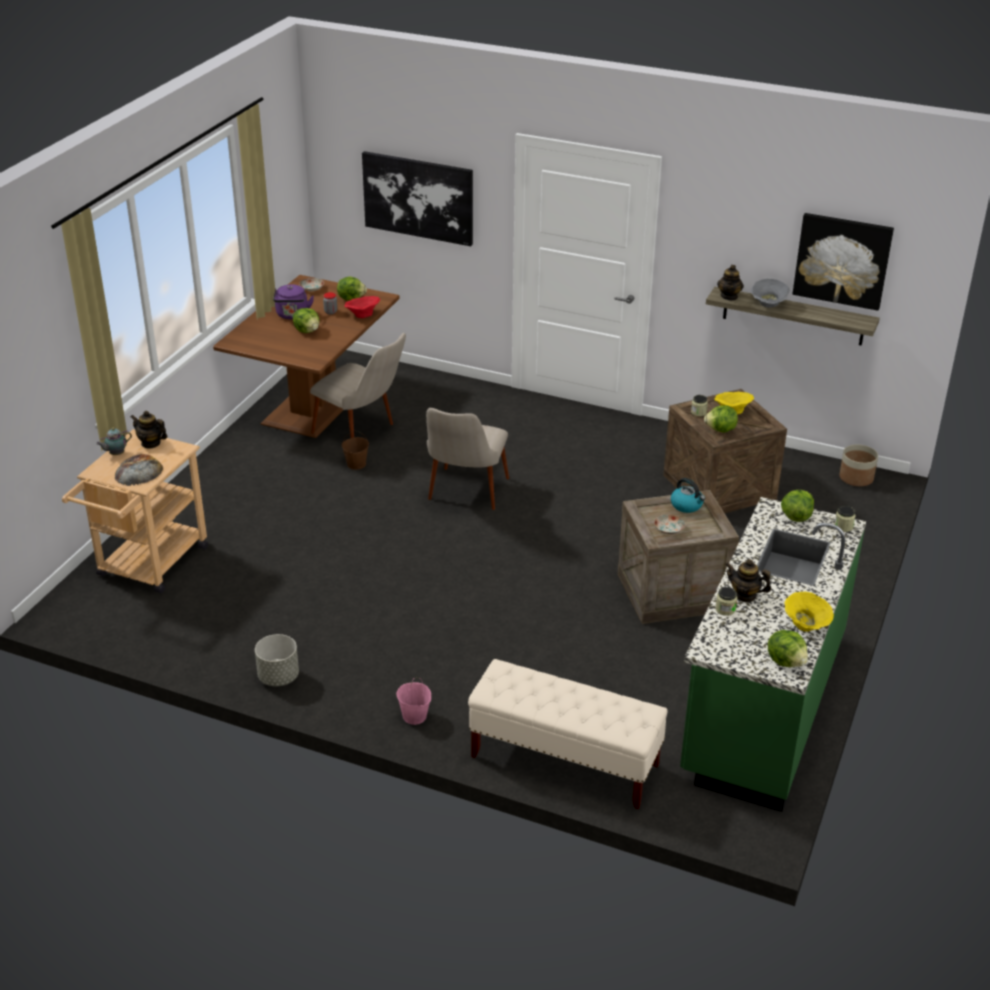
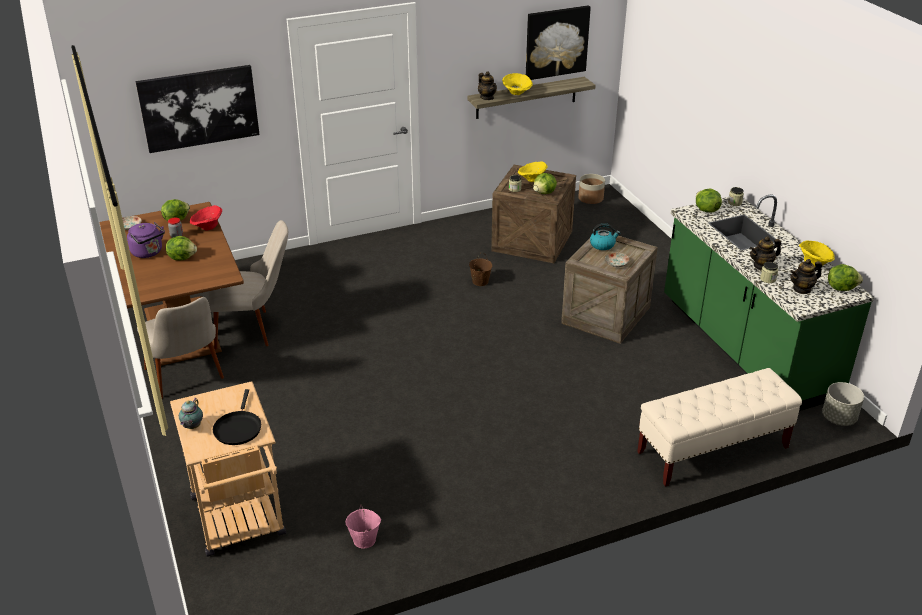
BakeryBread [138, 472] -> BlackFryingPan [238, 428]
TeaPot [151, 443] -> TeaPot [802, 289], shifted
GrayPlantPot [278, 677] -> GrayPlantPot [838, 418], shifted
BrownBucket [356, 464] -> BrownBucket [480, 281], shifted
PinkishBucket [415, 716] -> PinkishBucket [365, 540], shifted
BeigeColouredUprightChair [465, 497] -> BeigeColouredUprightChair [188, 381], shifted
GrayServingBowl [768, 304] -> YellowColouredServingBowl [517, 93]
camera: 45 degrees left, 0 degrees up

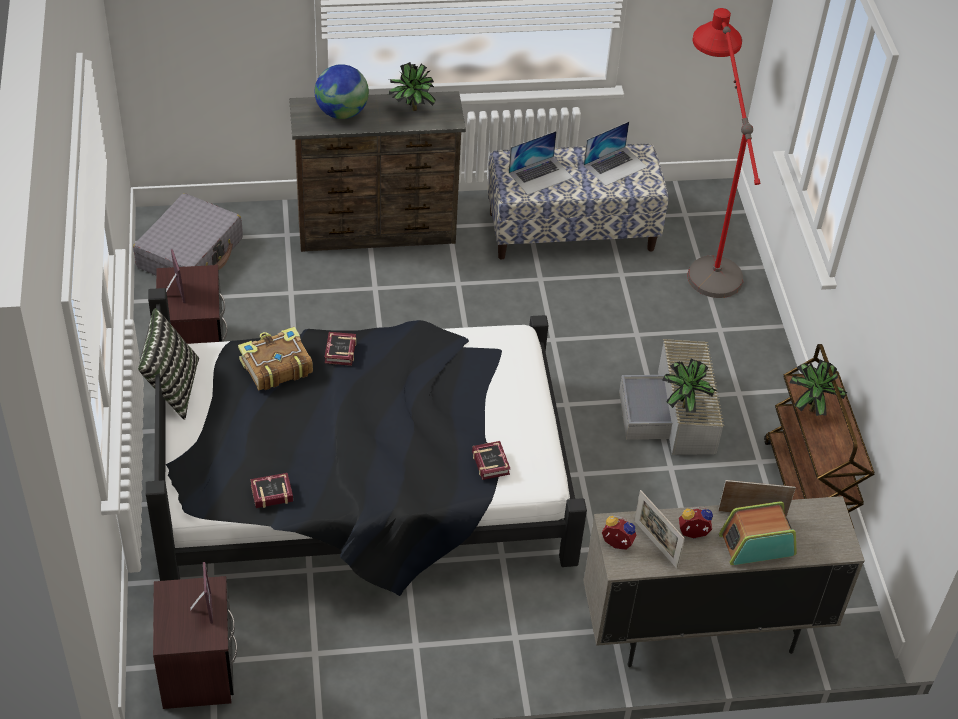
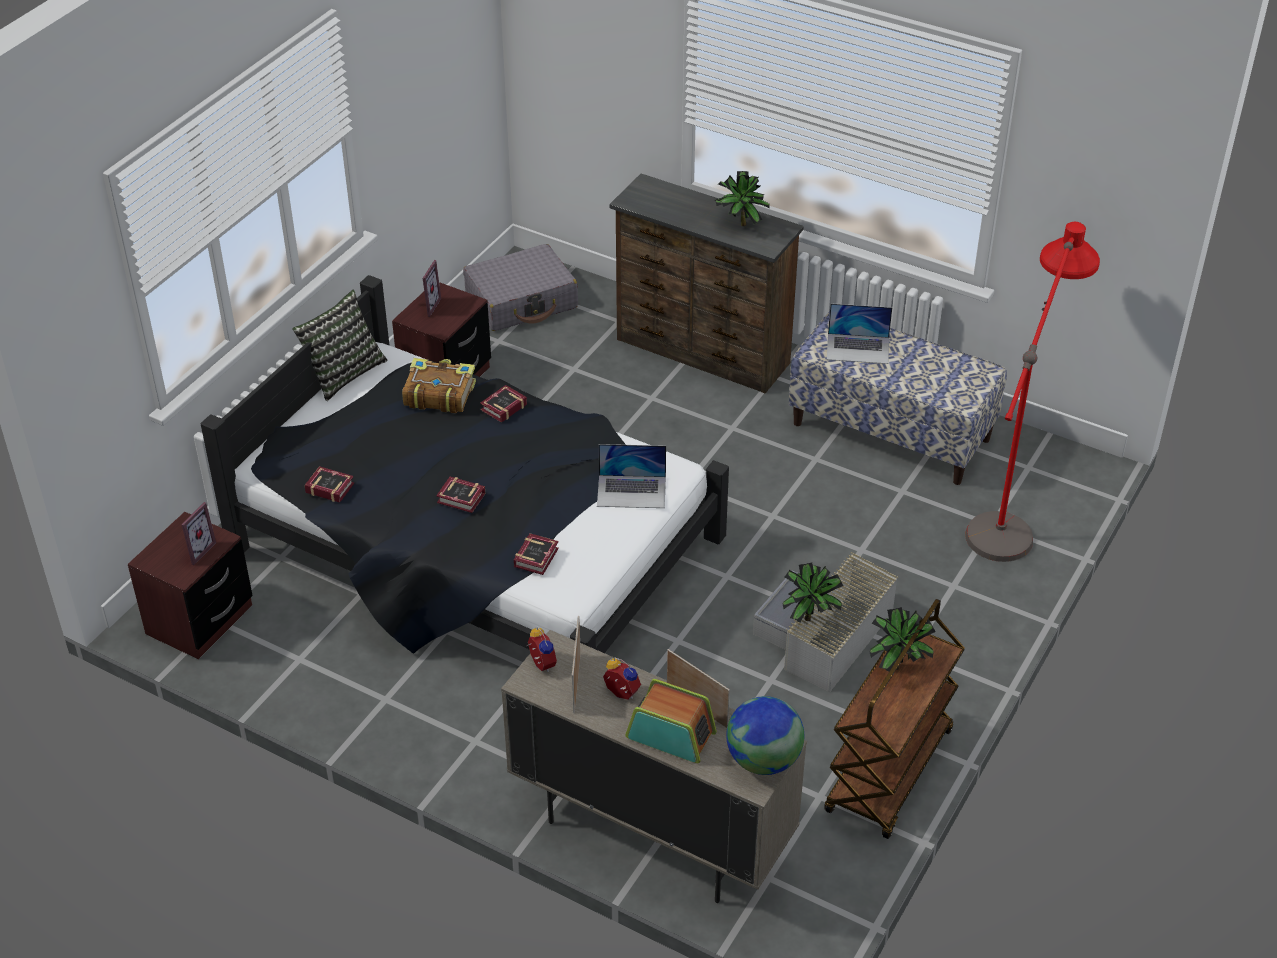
DeskGlobe [342, 112] -> DeskGlobe [763, 760], shifted
PortableComputer [615, 166] -> PortableComputer [631, 491], shifted
none -> Book [462, 499]
camera: 40 degrees right, 5 degrees down

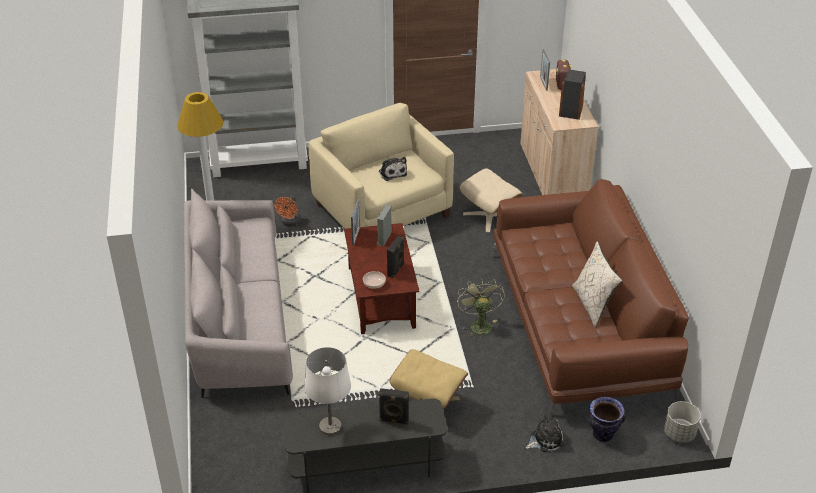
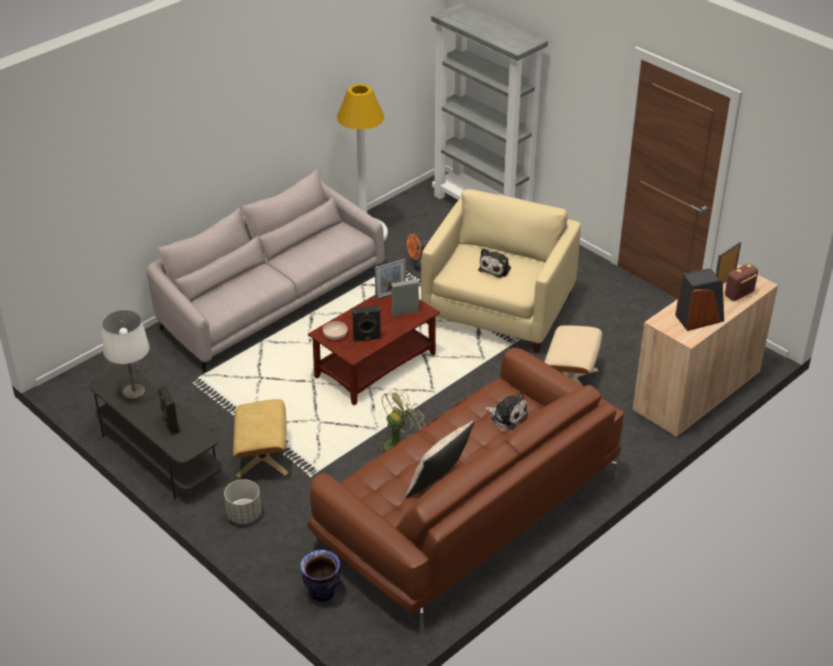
PlushToy [545, 439] -> PlushToy [507, 415], shifted
GrayPlantPot [679, 433] -> GrayPlantPot [244, 515], shifted
camera: 55 degrees right, 0 degrees up

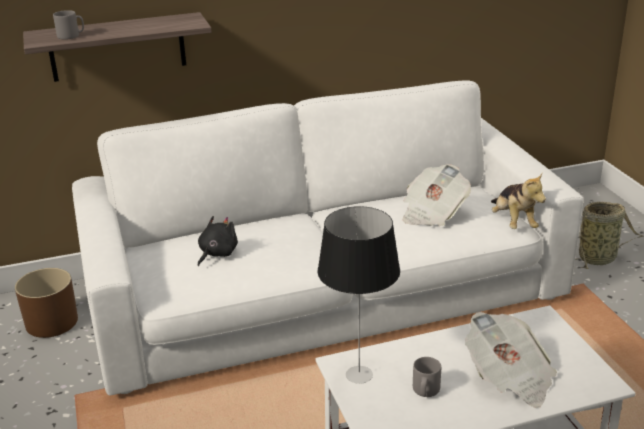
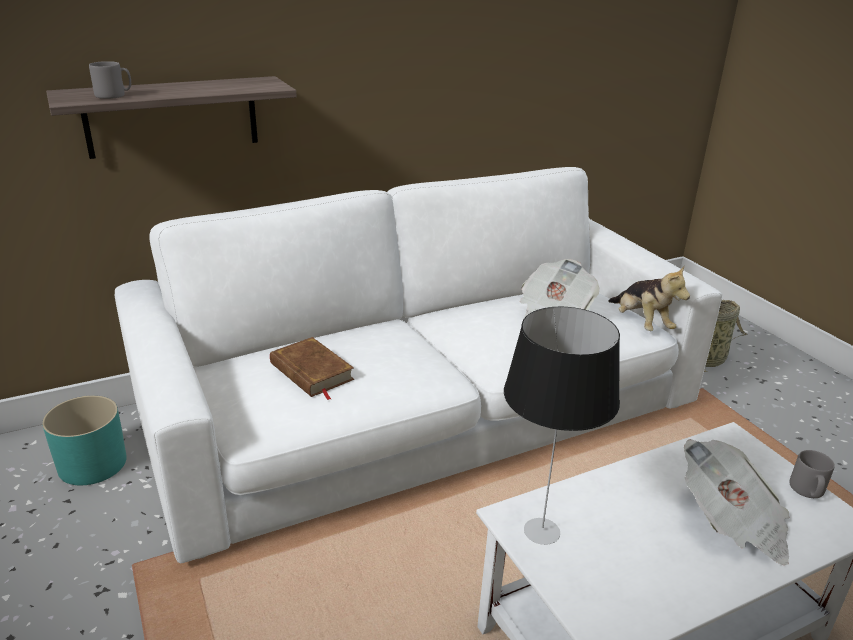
BrownPlantPot [52, 322] -> BlueGreenPlantPot [93, 464]
BlackPlushToy [217, 254] -> BrownBook [311, 372]
GrayMug [425, 391] -> GrayMug [807, 491], shifted
camera: 10 degrees left, 0 degrees up

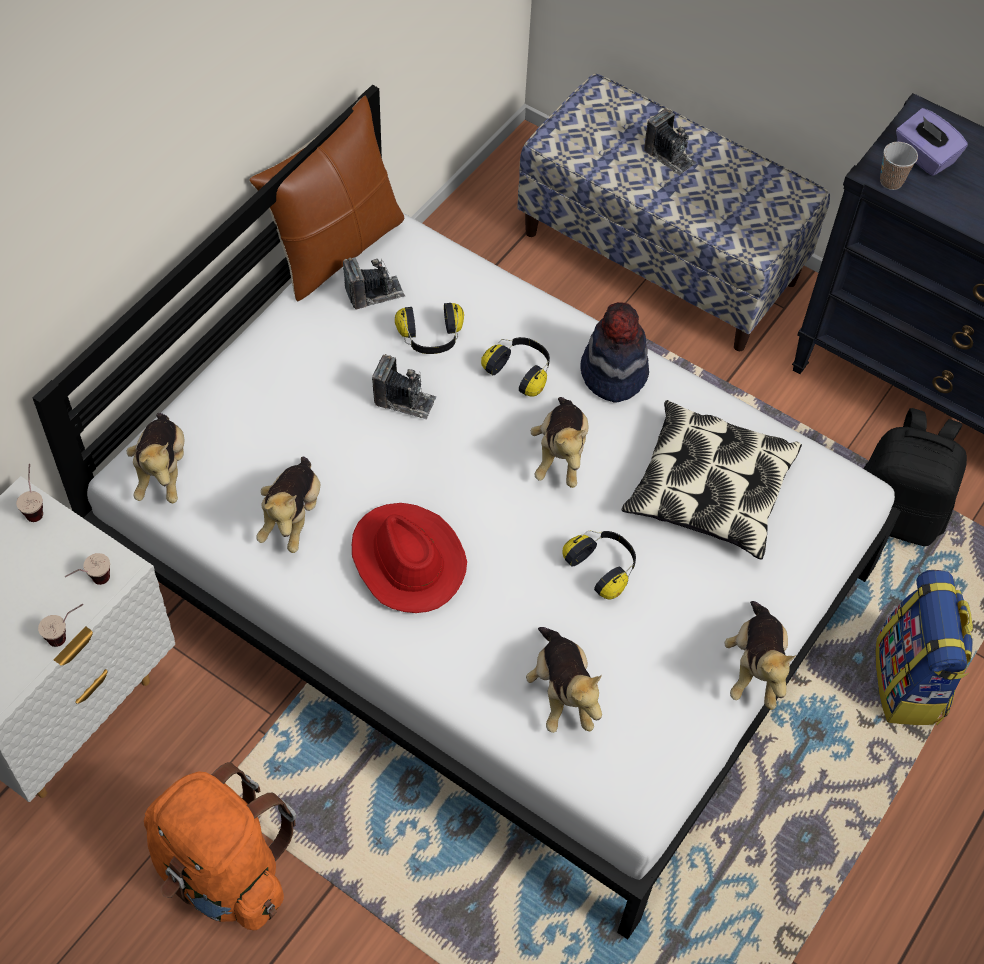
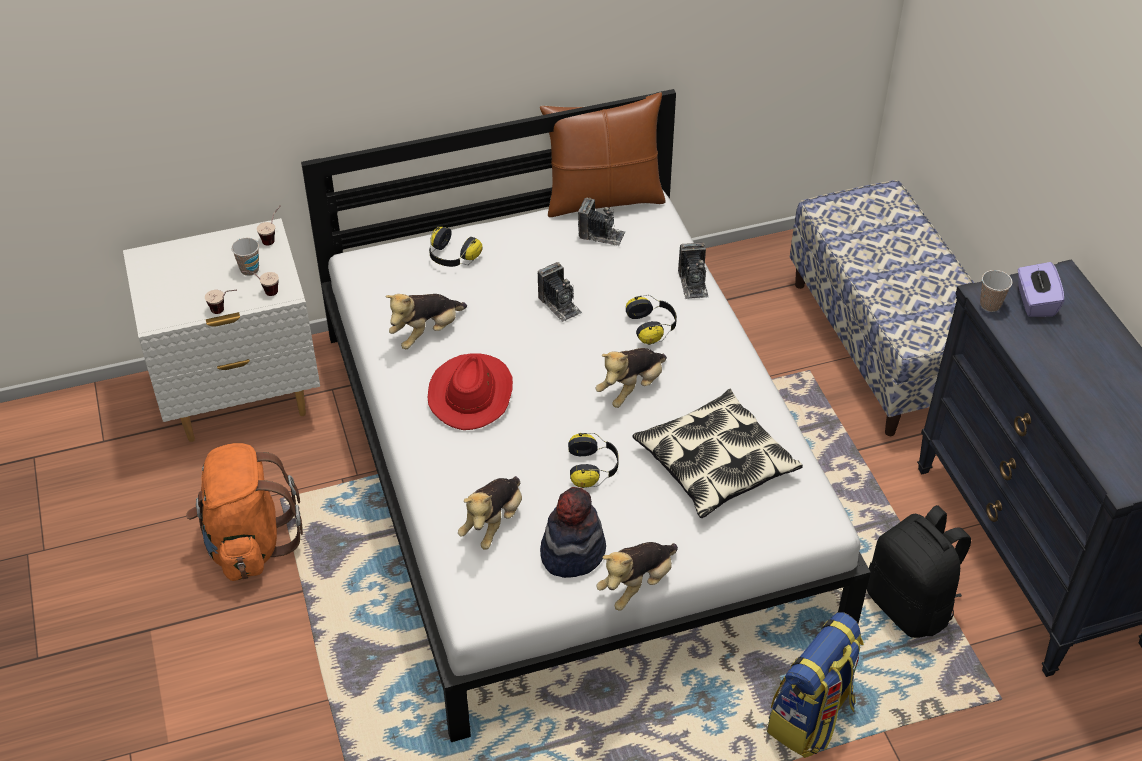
PlushToy [162, 471] -> none
PairOfHeadphones [431, 338] -> PairOfHeadphones [451, 257], shifted
WearableHat [613, 373] -> WearableHat [572, 552], shifted
PhotoCamera [669, 156] -> PhotoCamera [693, 283], shifted
none -> SmallCup [249, 269]
camera: 40 degrees right, 10 degrees down

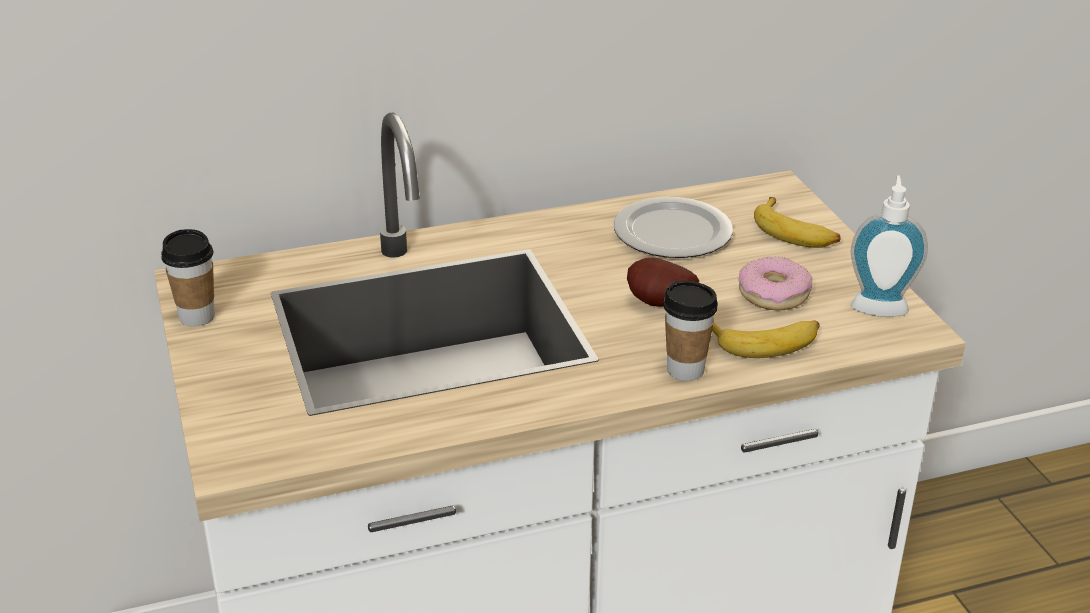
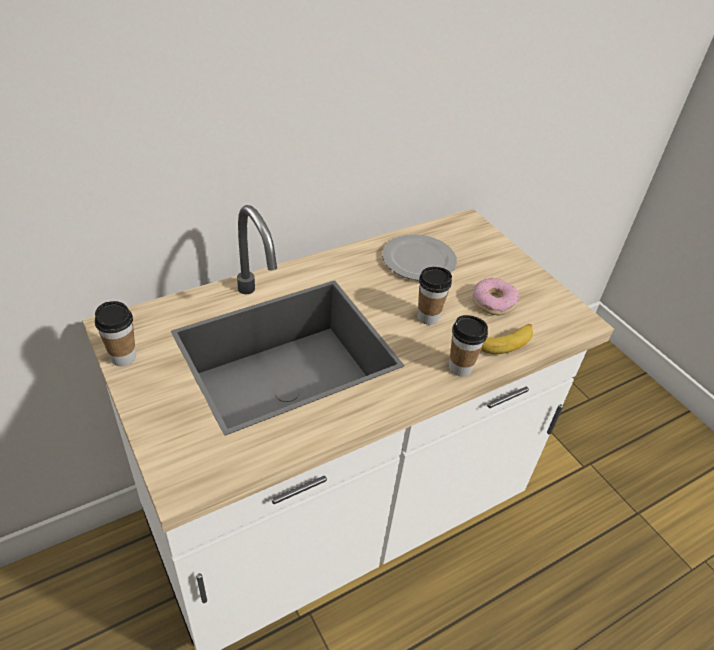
Spud [659, 305] -> SmallCup [428, 317]
WholeBanana [795, 233] -> none
SoapDispenser [879, 305] -> none
camera: 15 degrees left, 10 degrees up

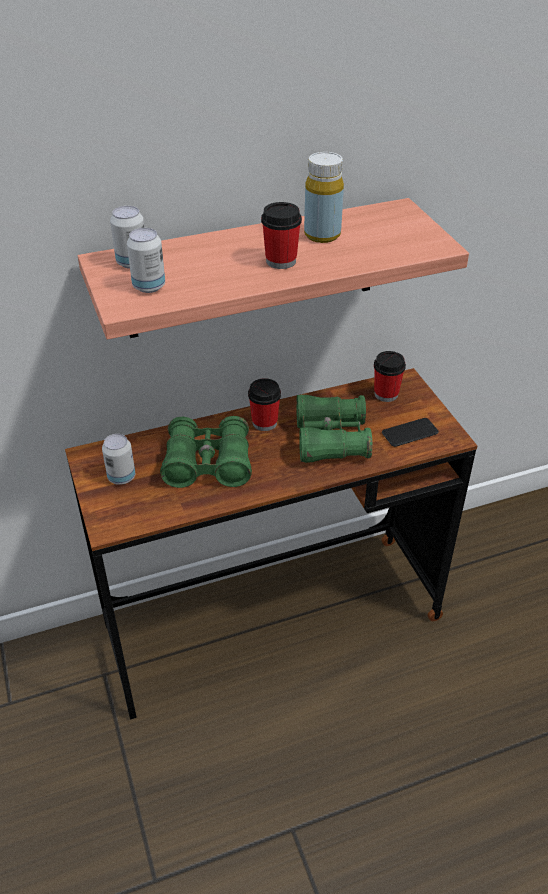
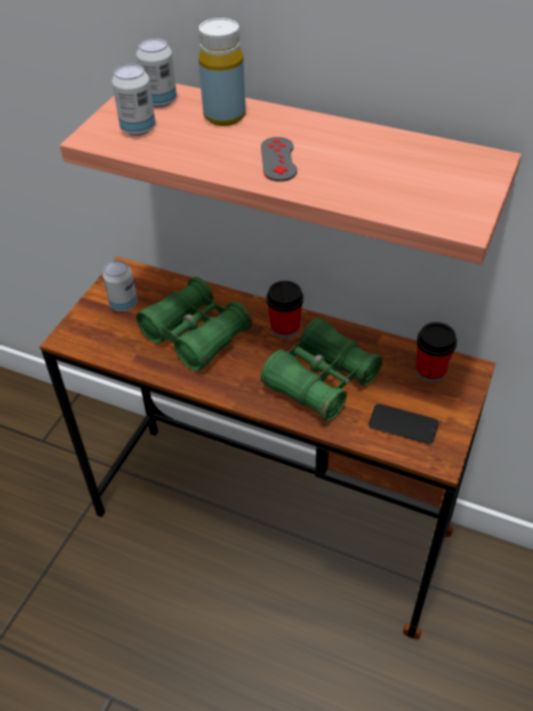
SmallCup [281, 261] -> GrayJoypad [278, 159]
YellowColouredDrinkBottle [322, 235] -> YellowColouredDrinkBottle [224, 116], shifted
camera: 45 degrees right, 5 degrees up

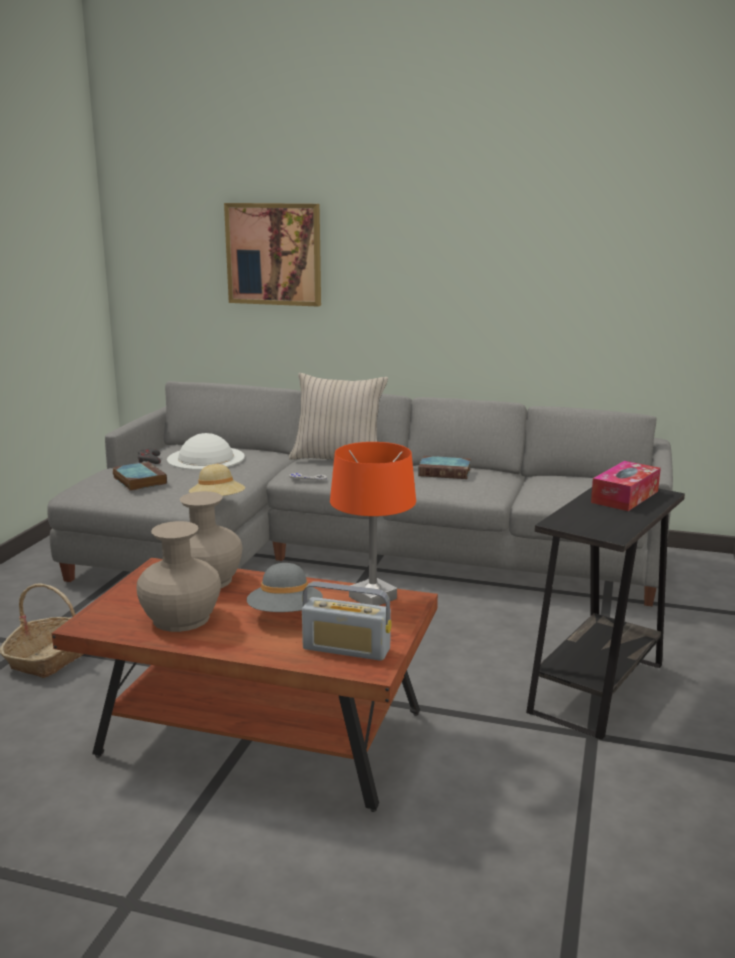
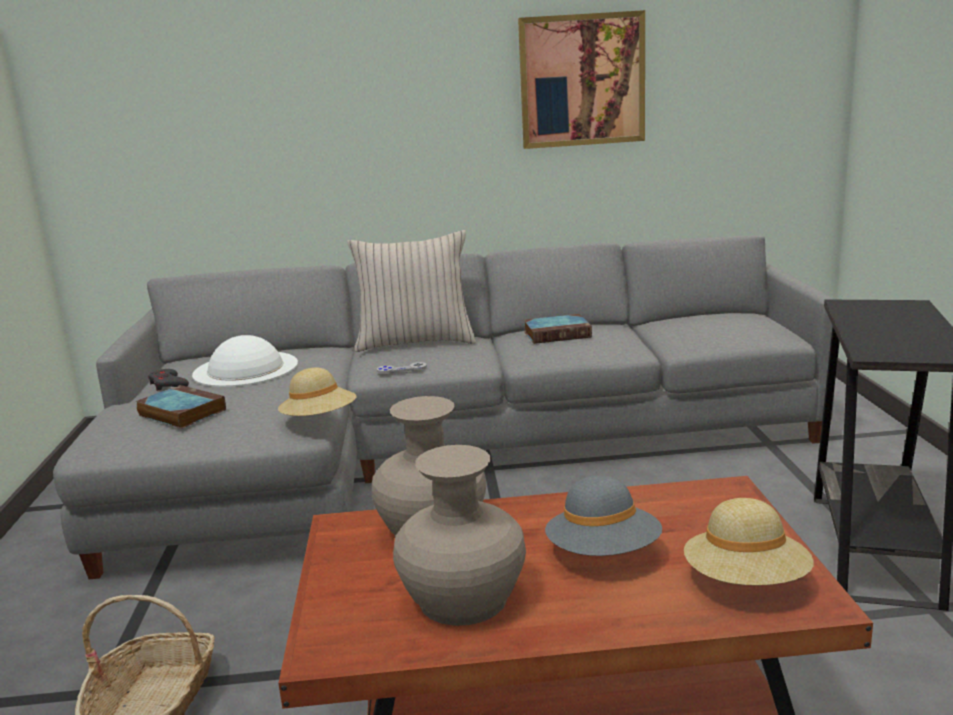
WallArt [274, 254] -> WallArt [582, 80], shifted
RadioReceiver [346, 649] -> BeigeColouredWearableHat [746, 582]
OrangeyTableLamp [373, 598] -> none
TissueHolder [625, 497] -> none
camera: 20 degrees left, 0 degrees up

